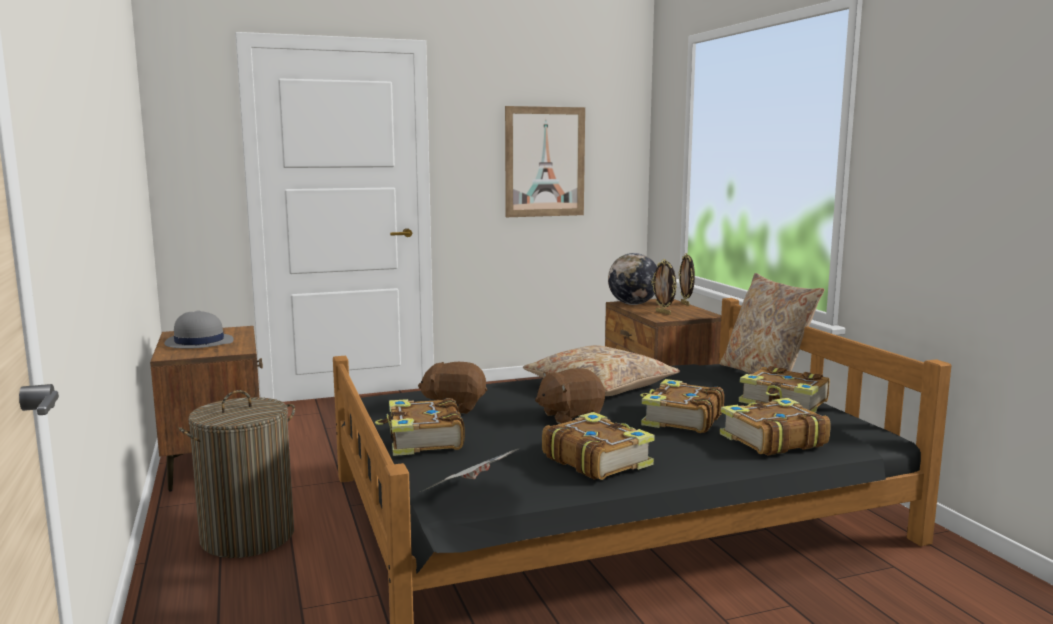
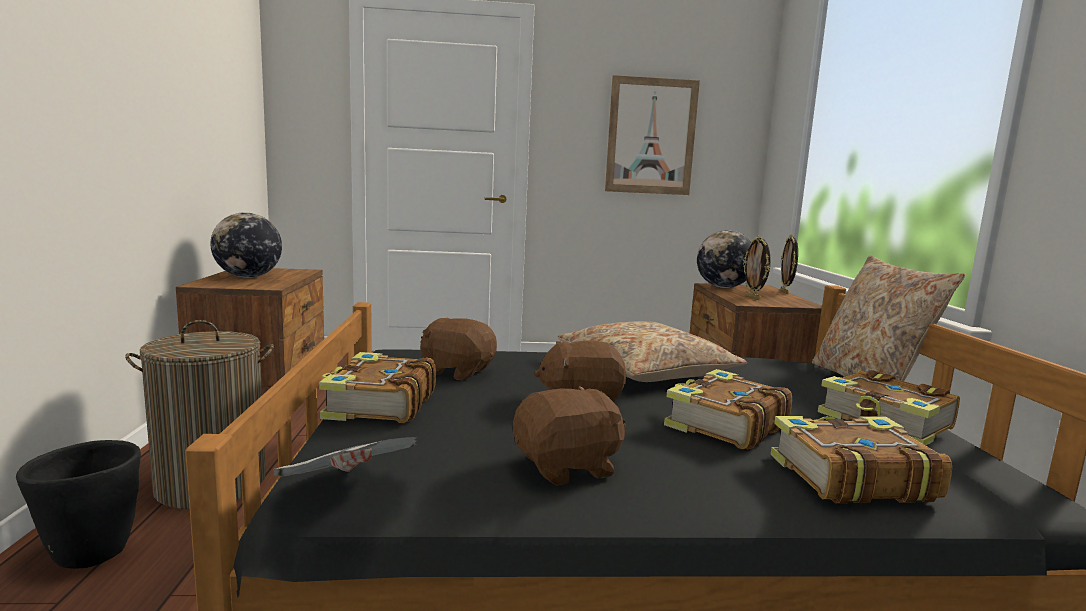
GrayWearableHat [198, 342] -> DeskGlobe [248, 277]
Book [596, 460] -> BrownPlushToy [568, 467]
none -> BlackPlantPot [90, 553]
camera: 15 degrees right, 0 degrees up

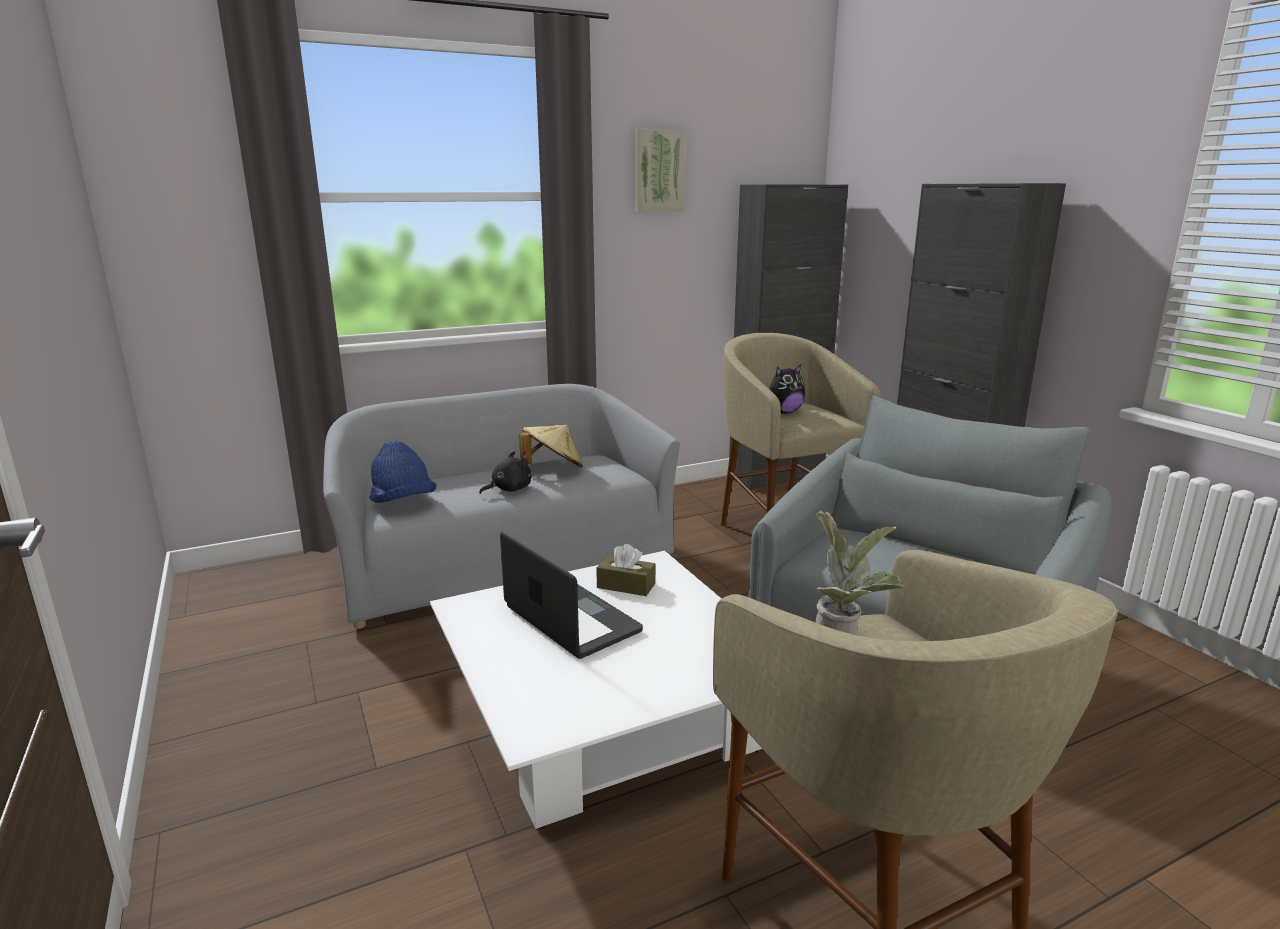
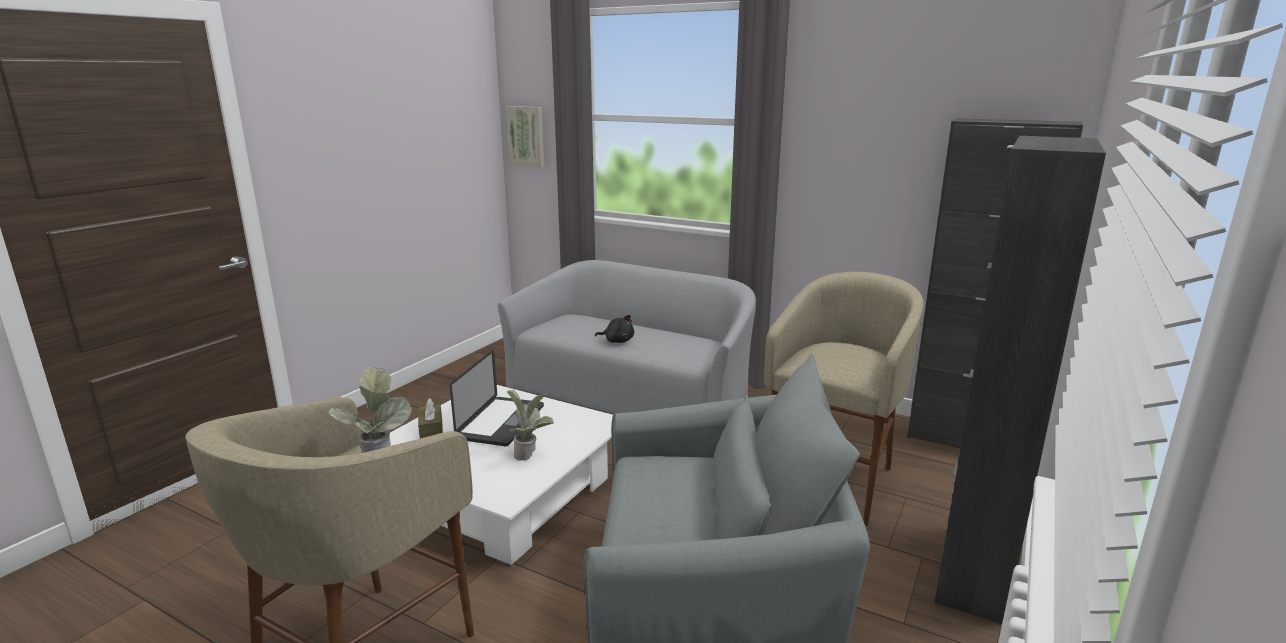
BluishWearableHat [403, 502] -> none
BeigeColouredWearableHat [552, 469] -> none
BrownTissueHolder [626, 585] -> BrownTissueHolder [431, 430], shifted
WallArt [658, 171] -> WallArt [527, 136], shifted
PlushToy [784, 412] -> none
none -> PottedPlant [530, 455]
camera: 55 degrees right, 0 degrees up

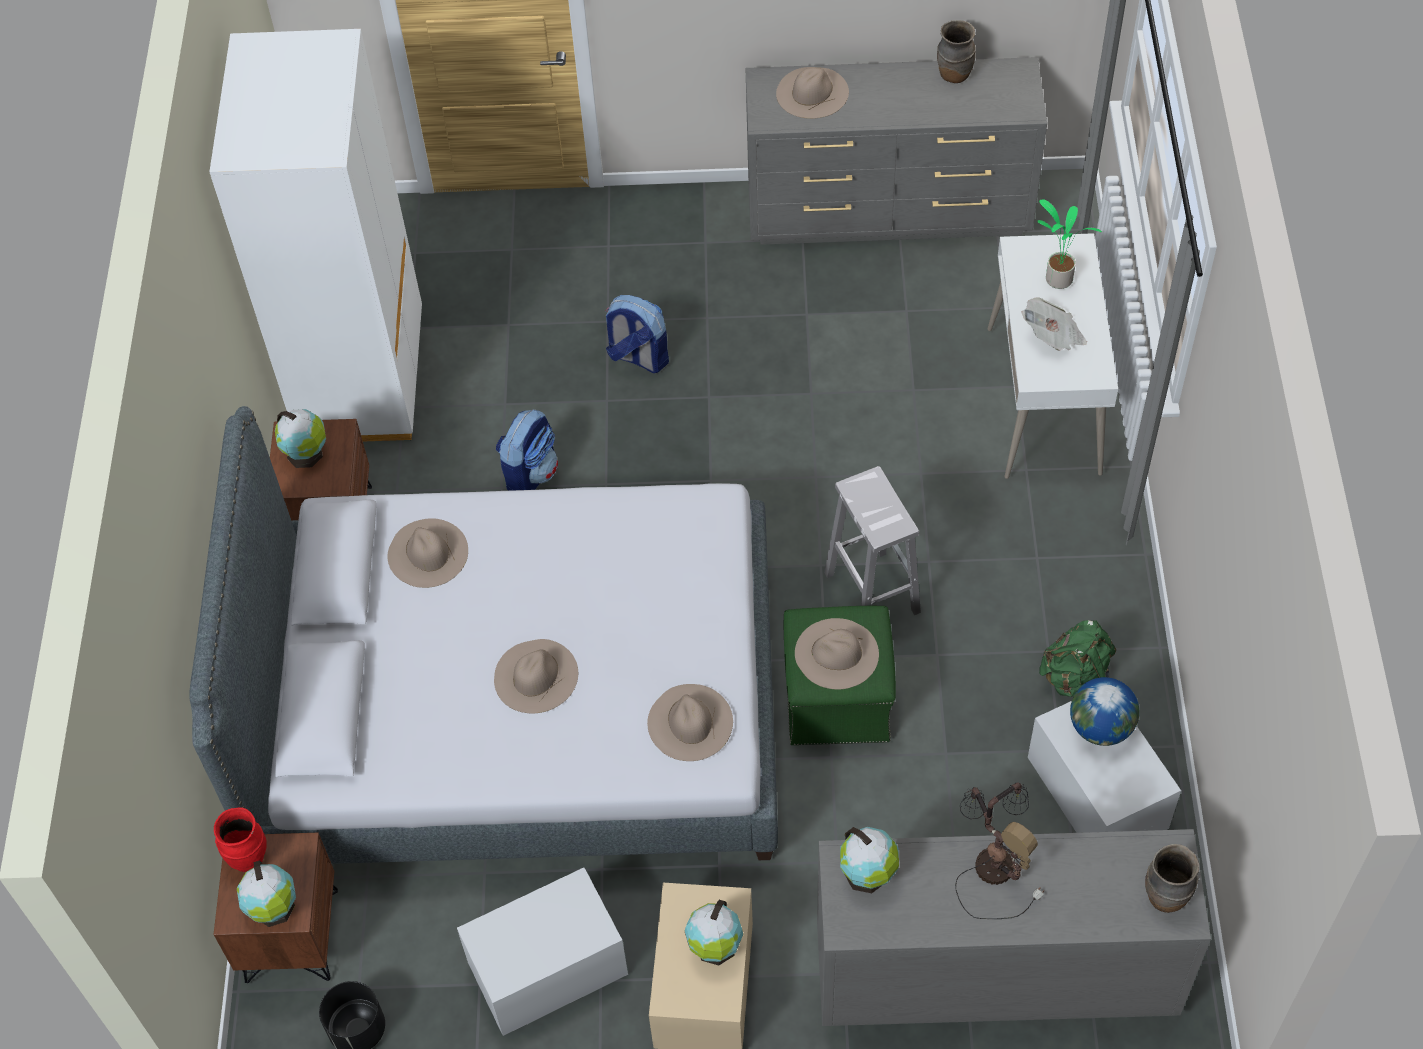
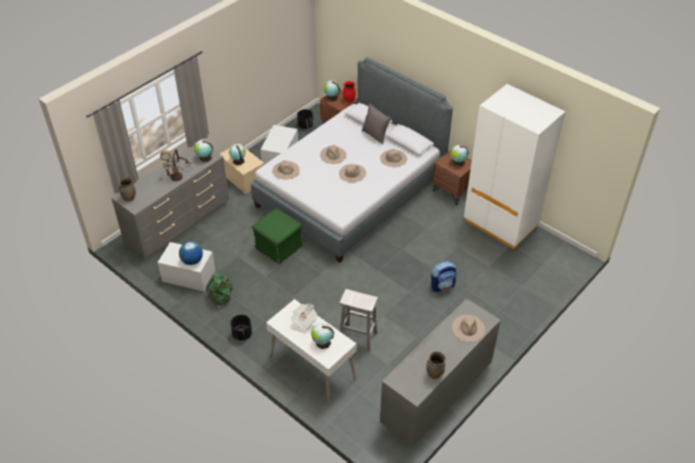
Knapsack [530, 473] -> none
BeigeColouredWearableHat [836, 653] -> BeigeColouredWearableHat [352, 173], shifted
WhiteStool [871, 591] -> WhiteStool [358, 337], shifted
PottedPlant [1056, 279] -> DeskGlobe [322, 342]
none -> BlackPlantPot [242, 334]
none -> GrayThrowPillow [375, 135]
camera: 130 degrees right, 10 degrees down

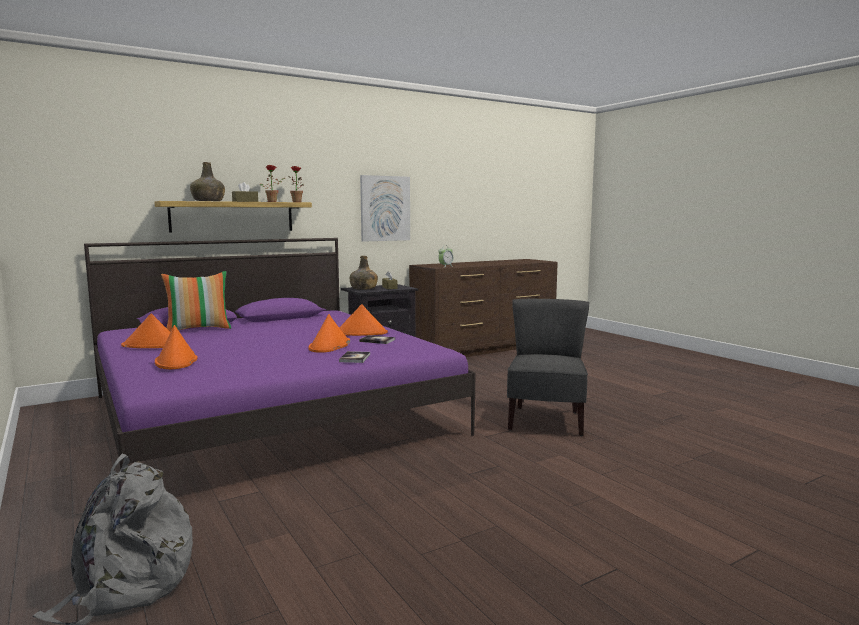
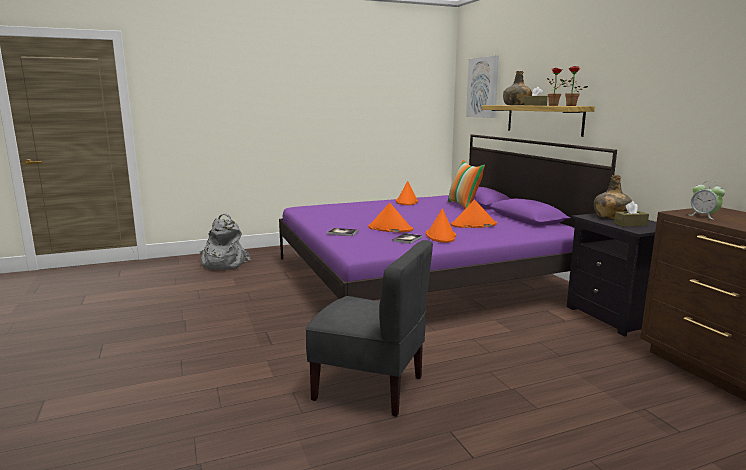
OrangeyWearableHat [176, 361] -> OrangeyWearableHat [473, 225], shifted
WallArt [385, 208] -> WallArt [483, 87], shifted
camera: 100 degrees right, 5 degrees up

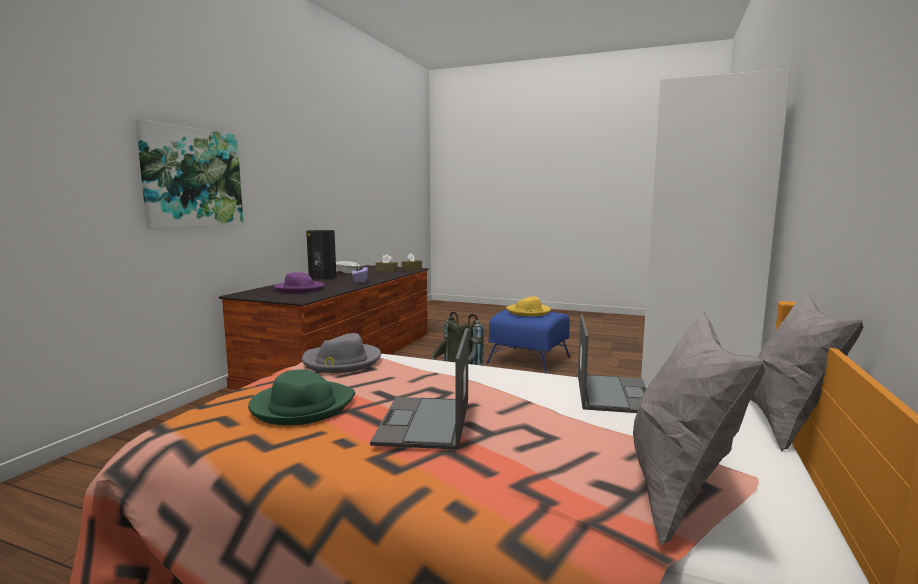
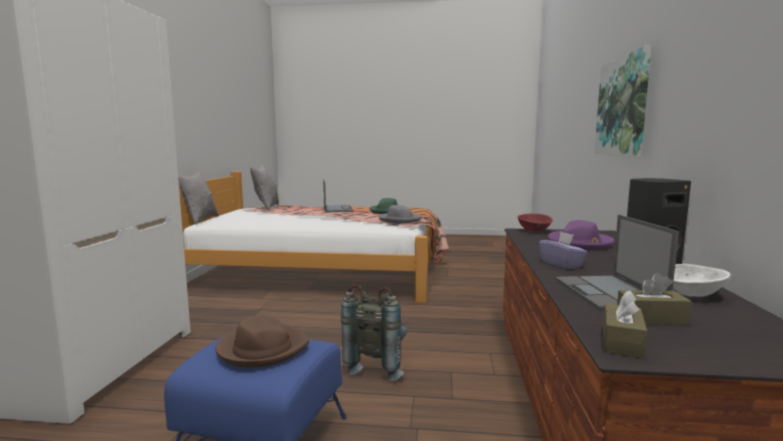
YellowColouredWearableHat [528, 312] -> BrownWearableHat [262, 348]
PortableComputer [613, 393] -> PortableComputer [609, 293], shifted
none -> RedServingBowl [534, 231]
camera: 165 degrees right, 0 degrees up

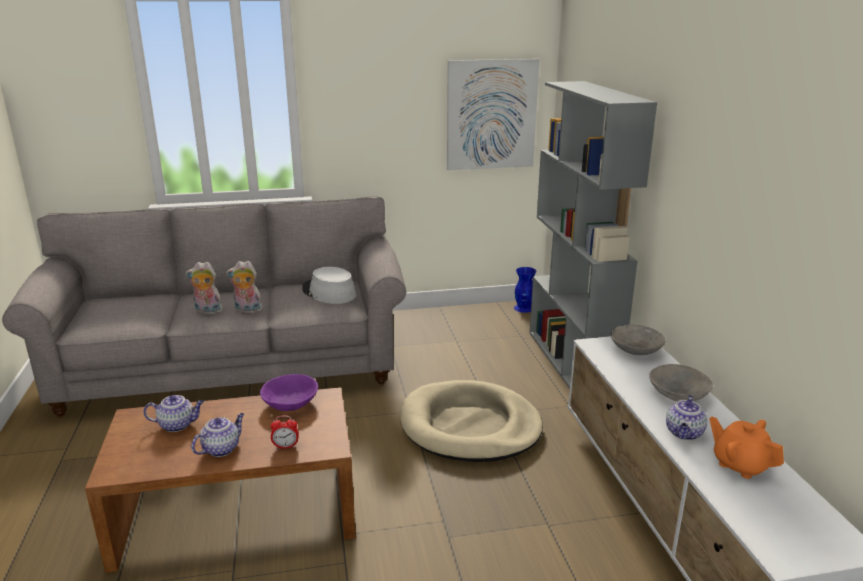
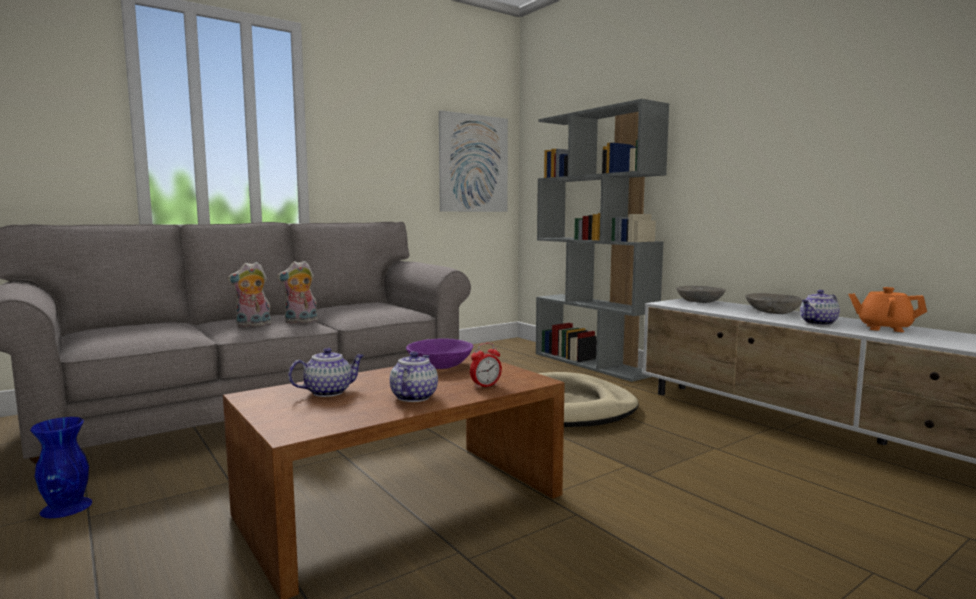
GrayWearableHat [328, 292] -> none
BluishFlowerVase [524, 308] -> BluishFlowerVase [66, 507], shifted
TeaPot [684, 433] -> TeaPot [818, 323], 60 degrees clockwise
camera: 25 degrees left, 15 degrees down

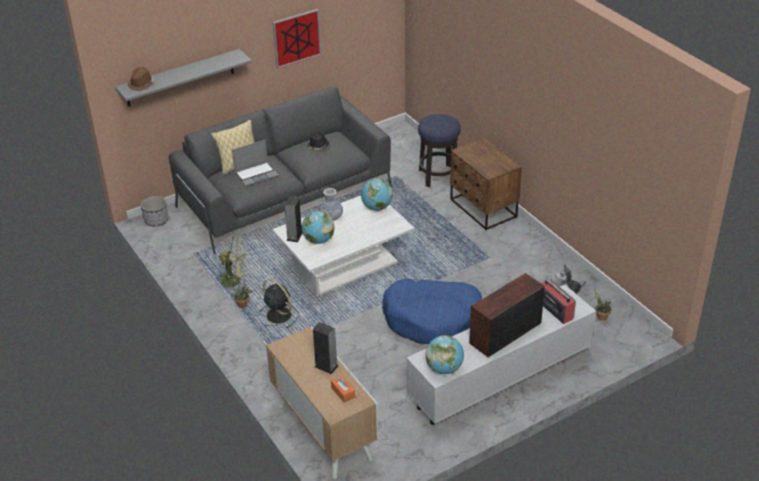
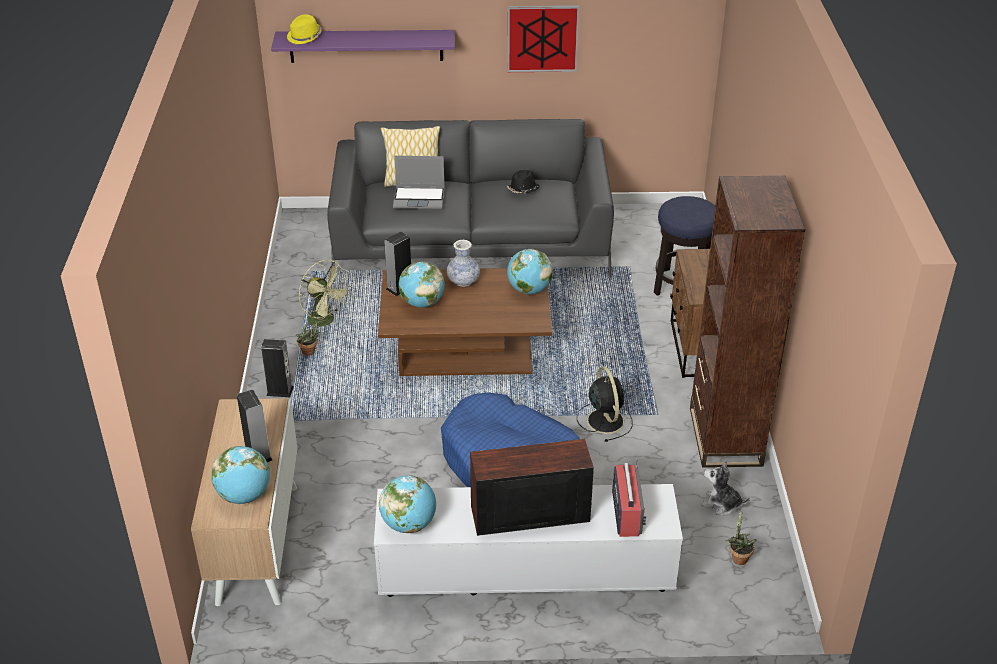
GrayBracketShelf [180, 78] -> PurpleColouredBracketShelf [366, 46]
BrownWearableHat [141, 84] -> YellowColouredWearableHat [305, 37]
PlantPot [156, 220] -> none
BlackCoolingFan [278, 315] -> BlackCoolingFan [605, 420], shifted
WhiteLowTable [345, 265] -> BrownLowTable [466, 352]
OrangeyTissueHolder [343, 392] -> DeskGlobe [244, 495]
none -> Speaker [280, 391]
none -> BrownBookcase [725, 436]
camera: 30 degrees right, 0 degrees up

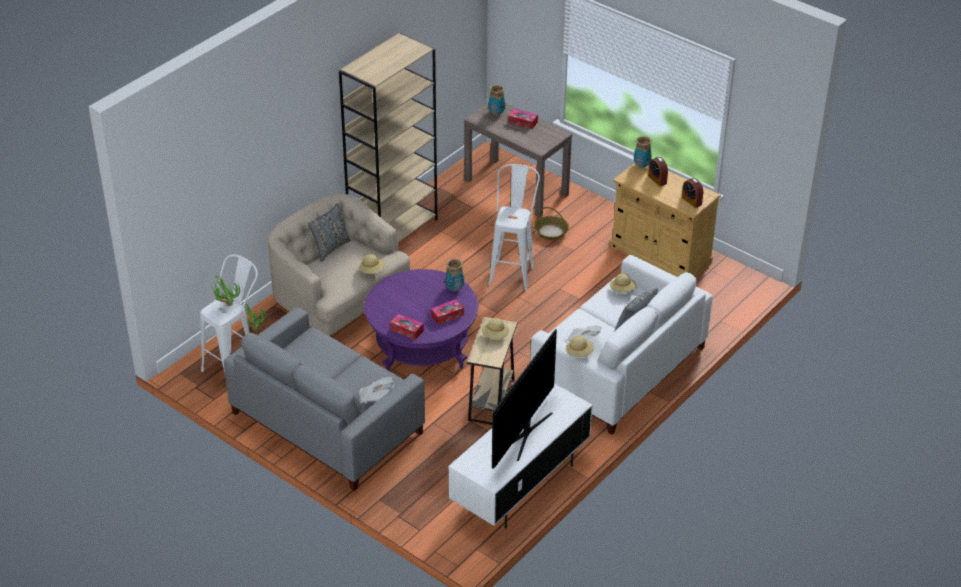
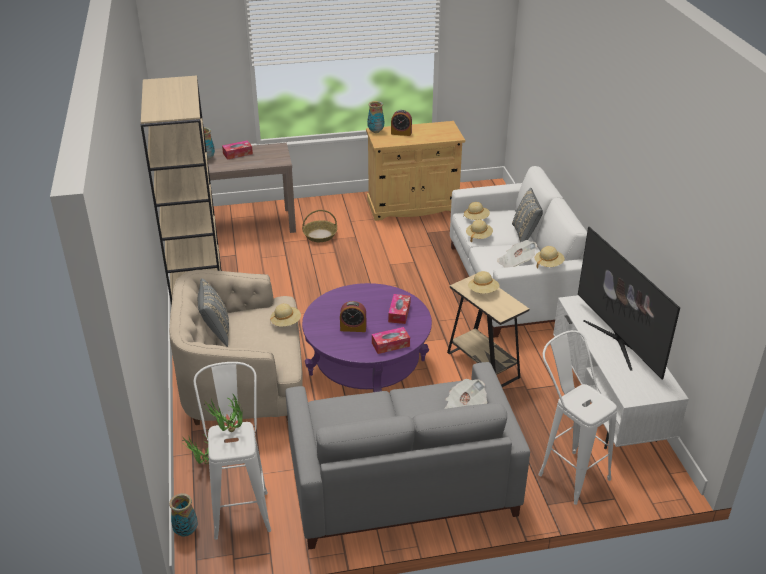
FlowerVase [455, 289] -> FlowerVase [186, 531], shifted
WhiteStool [513, 271] -> WhiteStool [566, 471], shifted
AlarmClock [691, 201] -> AlarmClock [353, 328], shifted
none -> BeigeColouredWearableHat [478, 236]
camera: 50 degrees left, 5 degrees down

